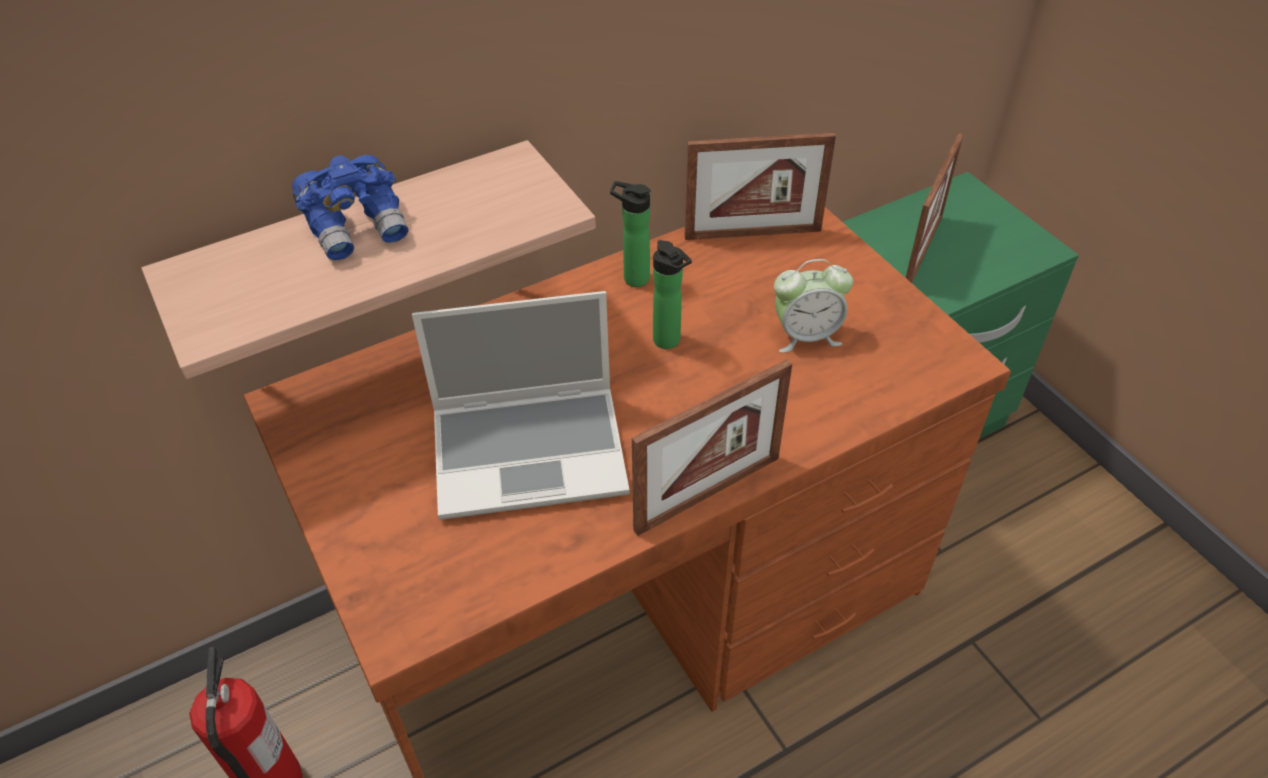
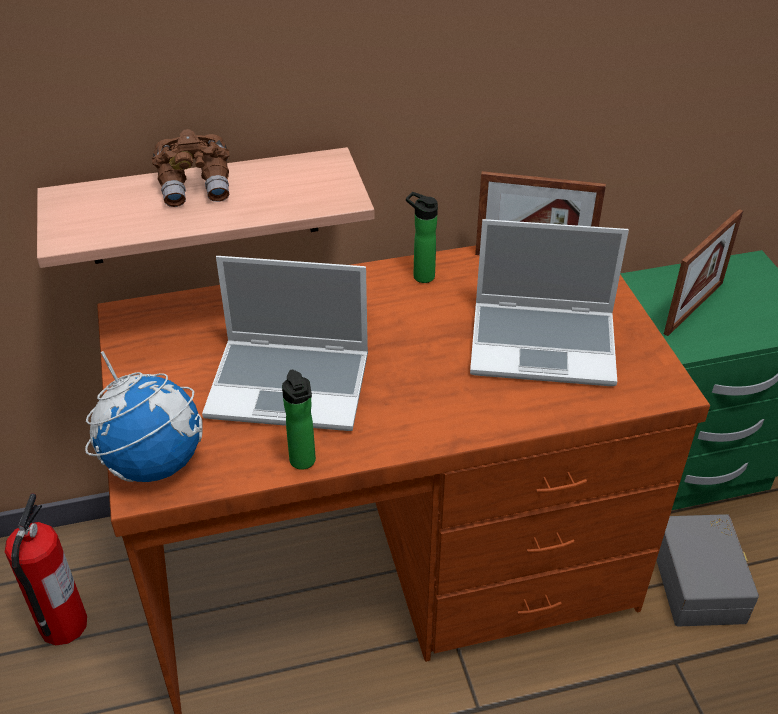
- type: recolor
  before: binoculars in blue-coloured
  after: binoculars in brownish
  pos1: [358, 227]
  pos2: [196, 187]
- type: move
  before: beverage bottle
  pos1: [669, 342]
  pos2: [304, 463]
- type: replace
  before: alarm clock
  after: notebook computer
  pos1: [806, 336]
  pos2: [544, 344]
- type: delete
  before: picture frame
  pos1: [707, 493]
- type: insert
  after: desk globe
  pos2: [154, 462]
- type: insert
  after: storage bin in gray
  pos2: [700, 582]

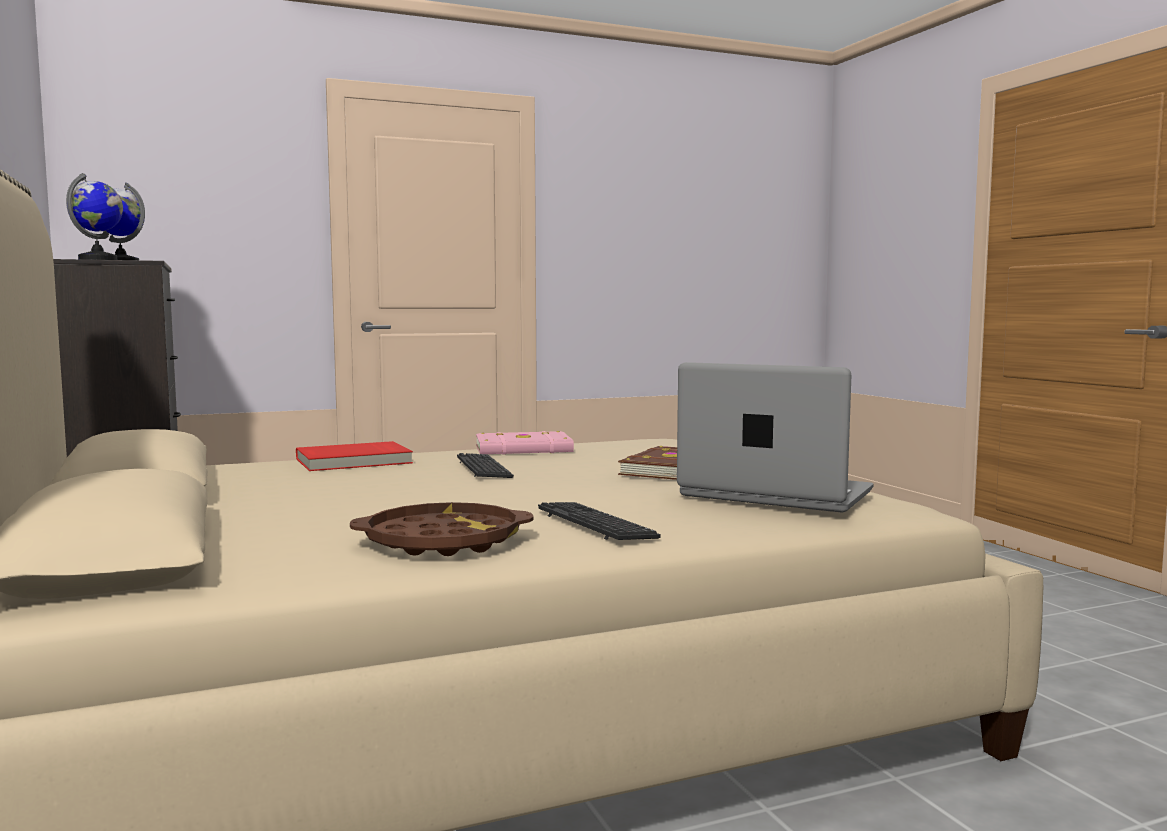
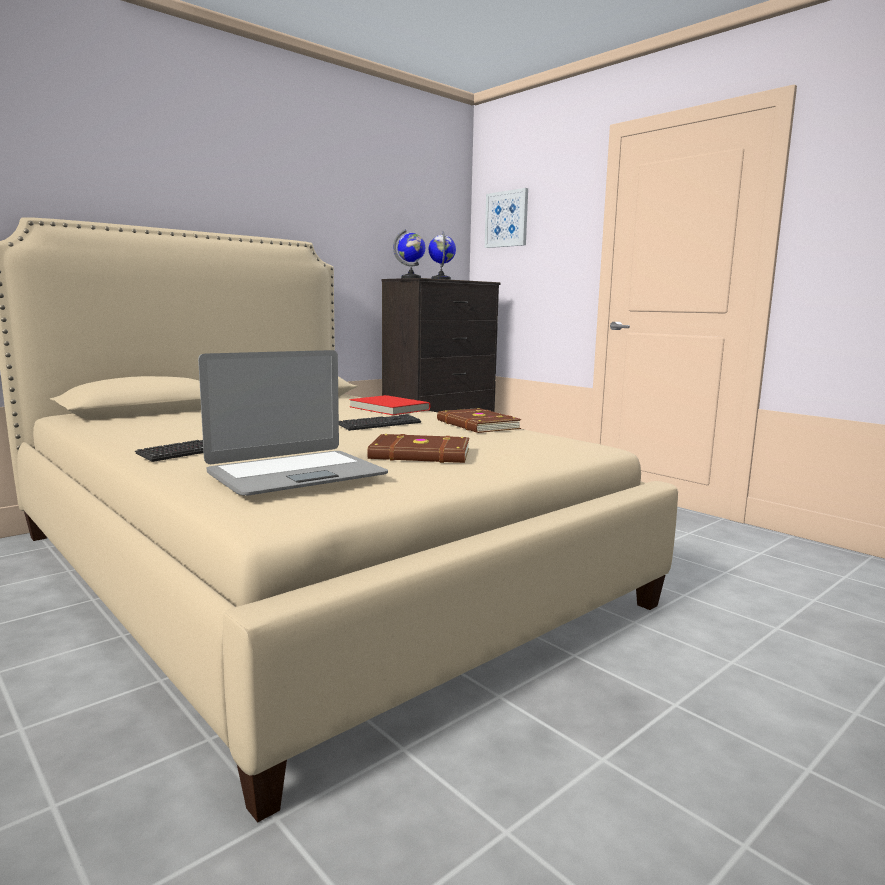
- type: rotate
  before: notebook computer
  pos1: [775, 494]
  pos2: [295, 474]
  turn: 45
- type: recolor
  before: volume in pink
  after: volume in brownish
  pos1: [524, 449]
  pos2: [476, 425]
- type: delete
  before: serving tray in brownish
  pos1: [443, 541]
- type: insert
  after: picture
  pos2: [507, 219]

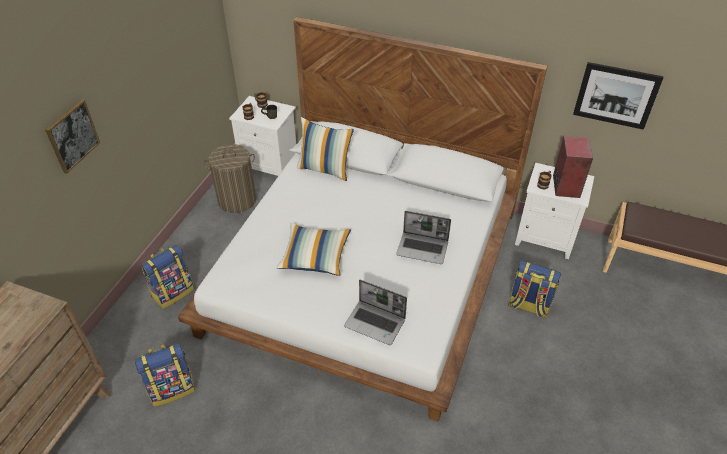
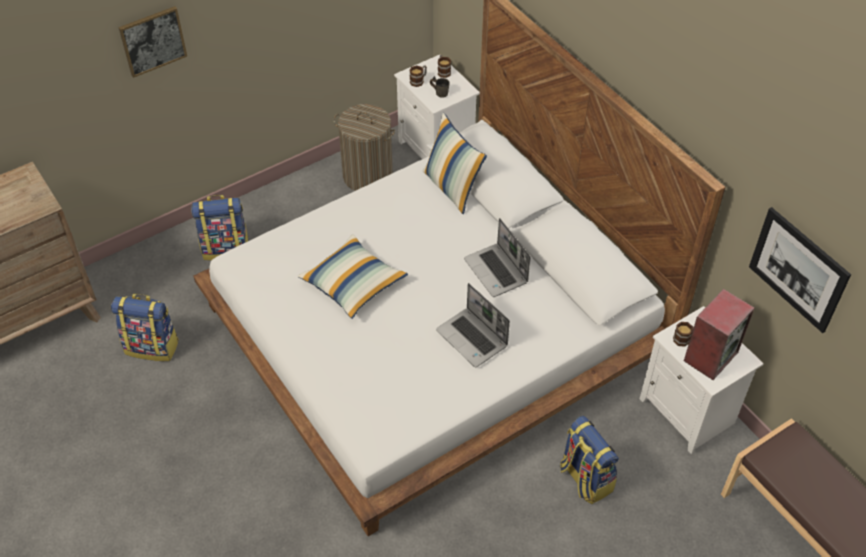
- type: move
  before: notebook computer
  pos1: [375, 323]
  pos2: [497, 271]

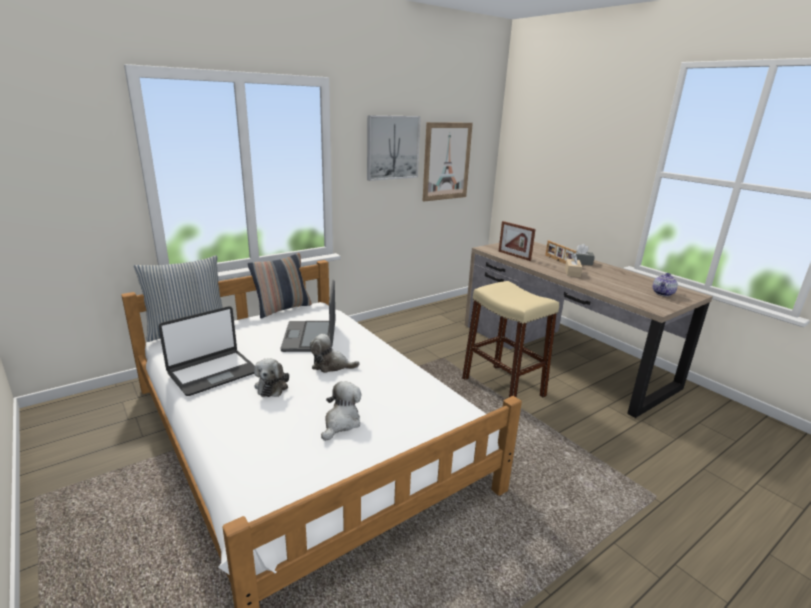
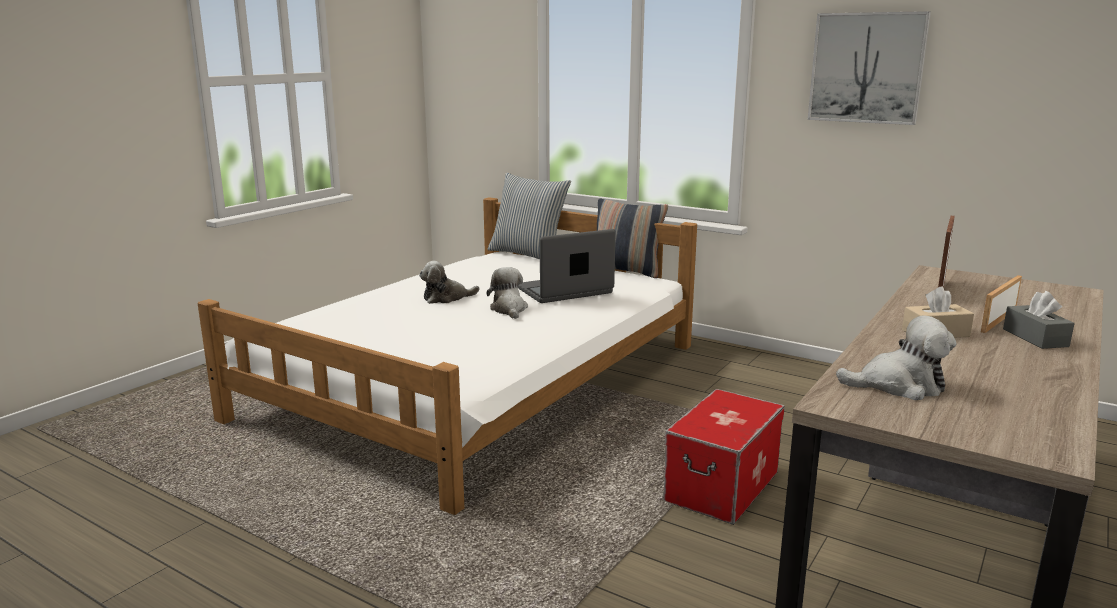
- type: delete
  before: picture
  pos1: [446, 161]
- type: delete
  before: pot for tea
  pos1: [663, 294]
- type: replace
  before: stool in beige-coloured
  after: storage bin
  pos1: [503, 387]
  pos2: [721, 486]
- type: delete
  before: notebook computer
  pos1: [212, 372]
- type: move
  before: cuddly toy
  pos1: [341, 423]
  pos2: [899, 386]

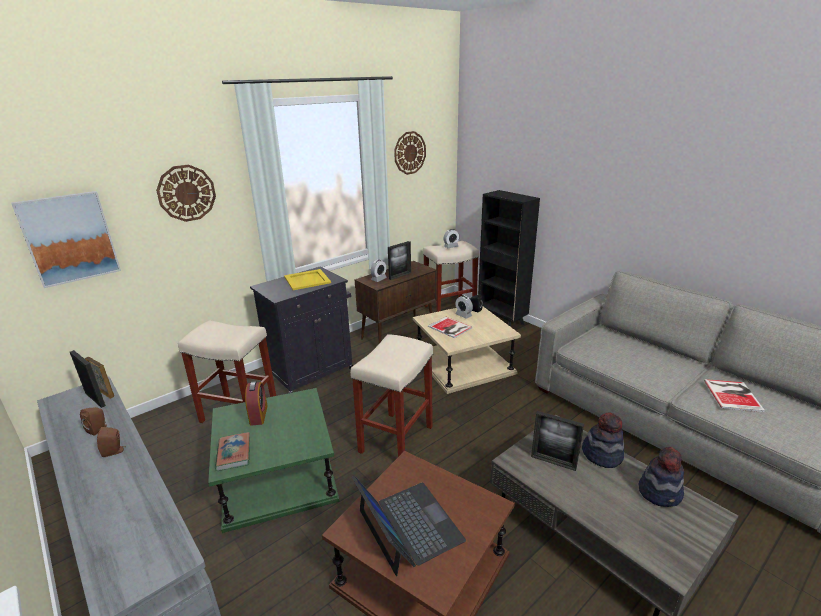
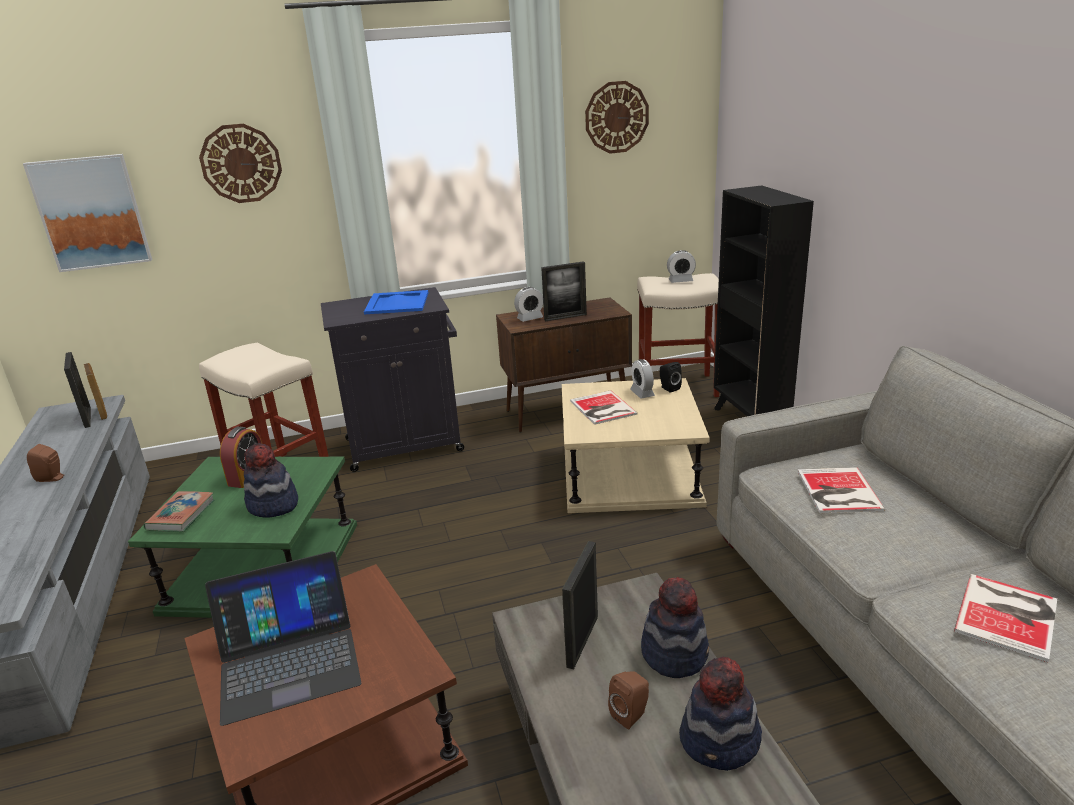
- type: recolor
  before: serving tray in yellow-coloured
  after: serving tray in blue-coloured
  pos1: [307, 279]
  pos2: [398, 303]
- type: delete
  before: stool in beige-coloured
  pos1: [396, 440]
- type: move
  before: speaker in brownish
  pos1: [98, 429]
  pos2: [631, 714]
- type: rotate
  before: picture frame
  pos1: [553, 462]
  pos2: [582, 641]
  turn: 60
- type: rotate
  before: notebook computer
  pos1: [408, 526]
  pos2: [289, 661]
  turn: 75
- type: insert
  after: wearable hat
  pos2: [273, 505]
- type: insert
  after: volume
  pos2: [837, 492]

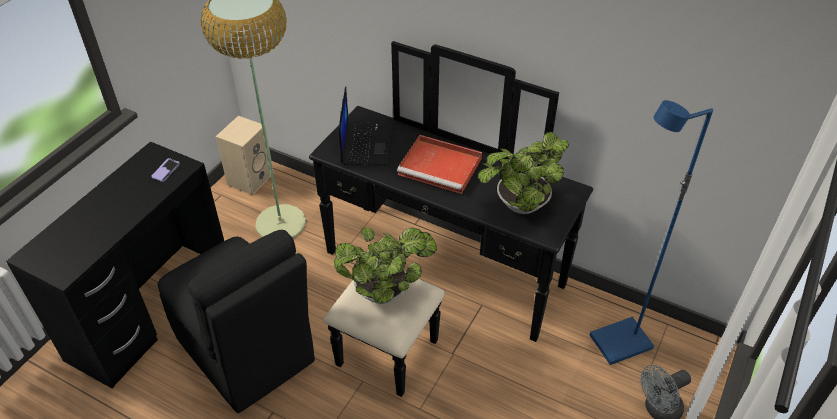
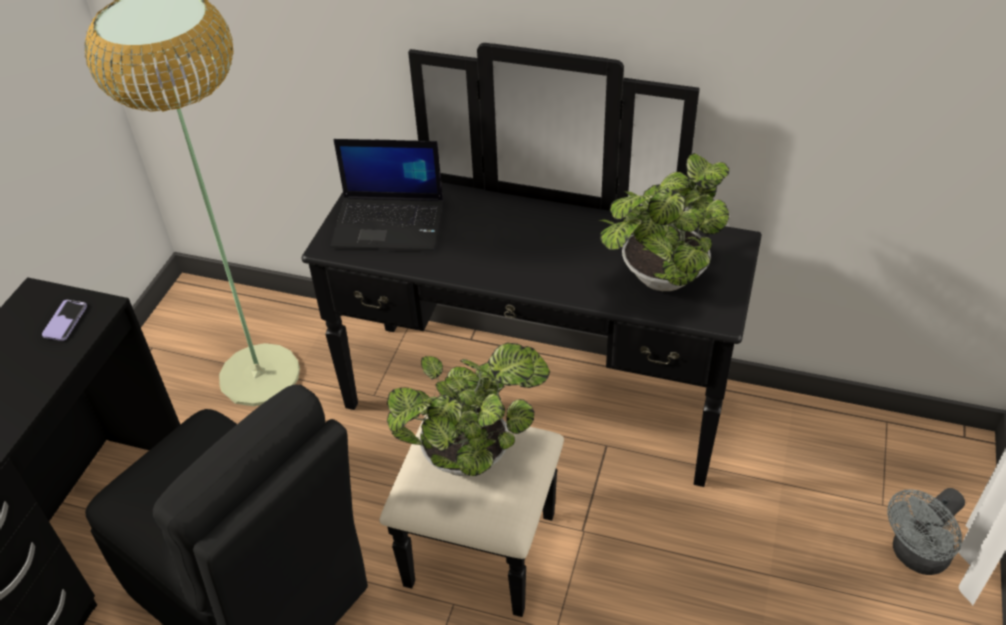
- type: rotate
  before: notebook computer
  pos1: [366, 144]
  pos2: [390, 223]
  turn: 105
- type: delete
  before: floor lamp in blue-coloured
  pos1: [620, 344]
- type: delete
  before: speaker in beige-coloured
  pos1: [250, 178]
- type: delete
  before: serving tray in red
  pos1: [441, 167]

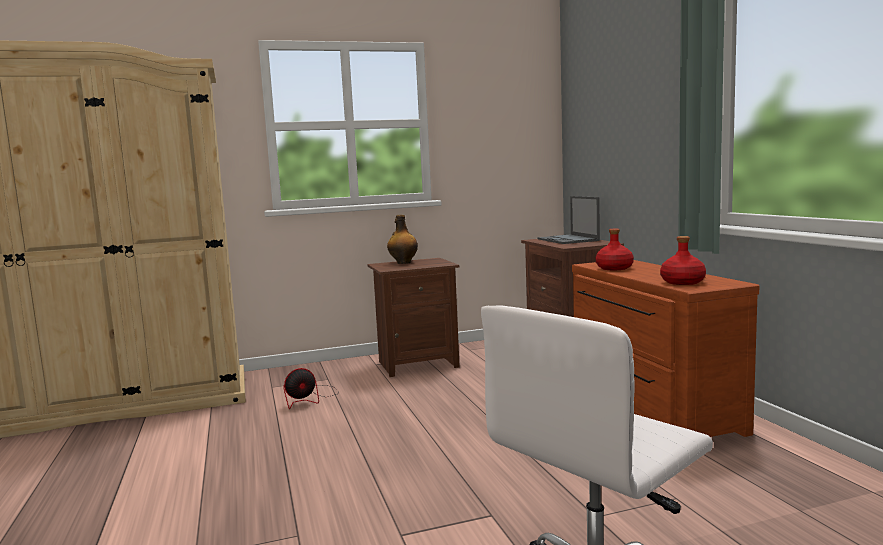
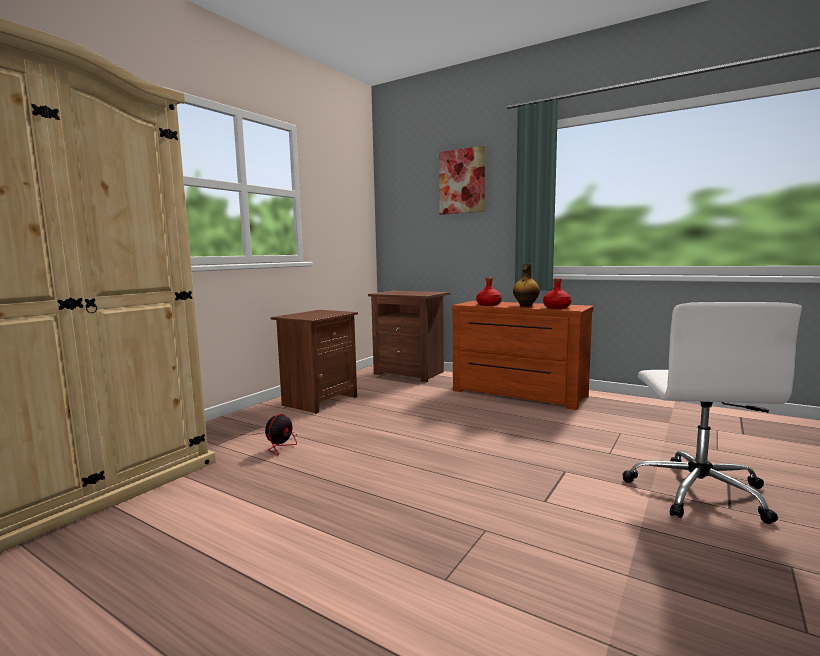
- type: delete
  before: notebook computer
  pos1: [568, 240]
- type: move
  before: beverage bottle
  pos1: [403, 262]
  pos2: [525, 306]
- type: insert
  after: picture
  pos2: [462, 181]

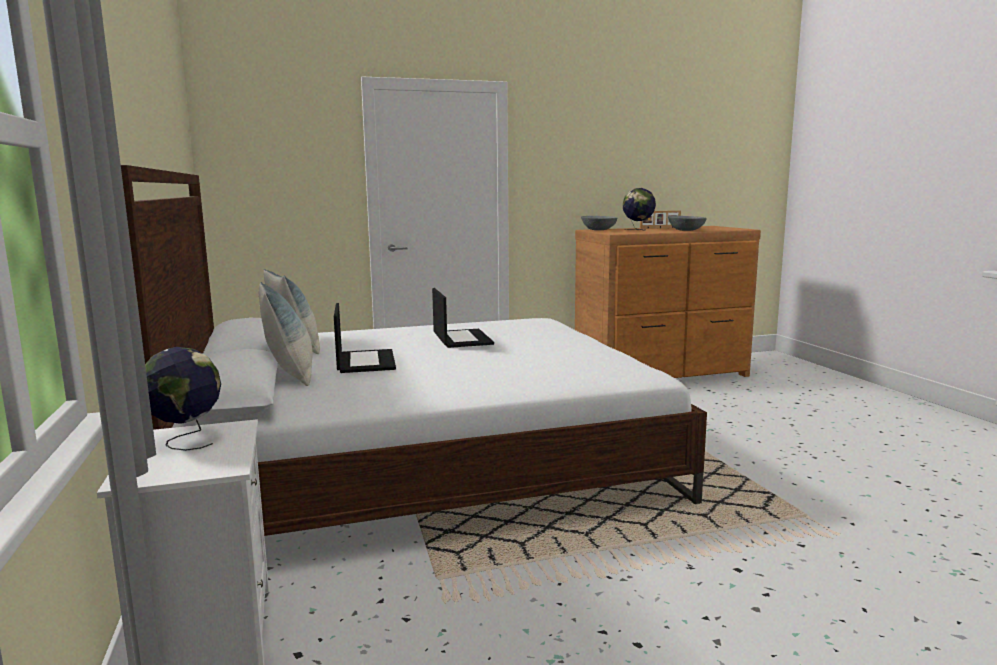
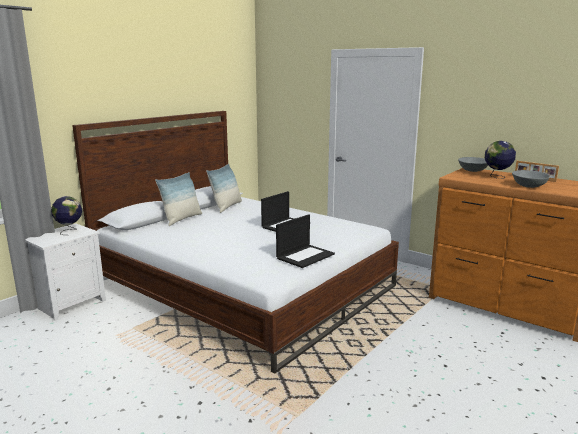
- type: move
  before: notebook computer
  pos1: [365, 361]
  pos2: [305, 256]

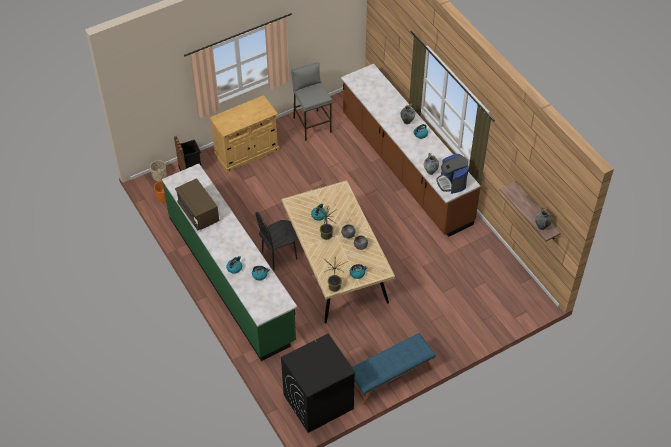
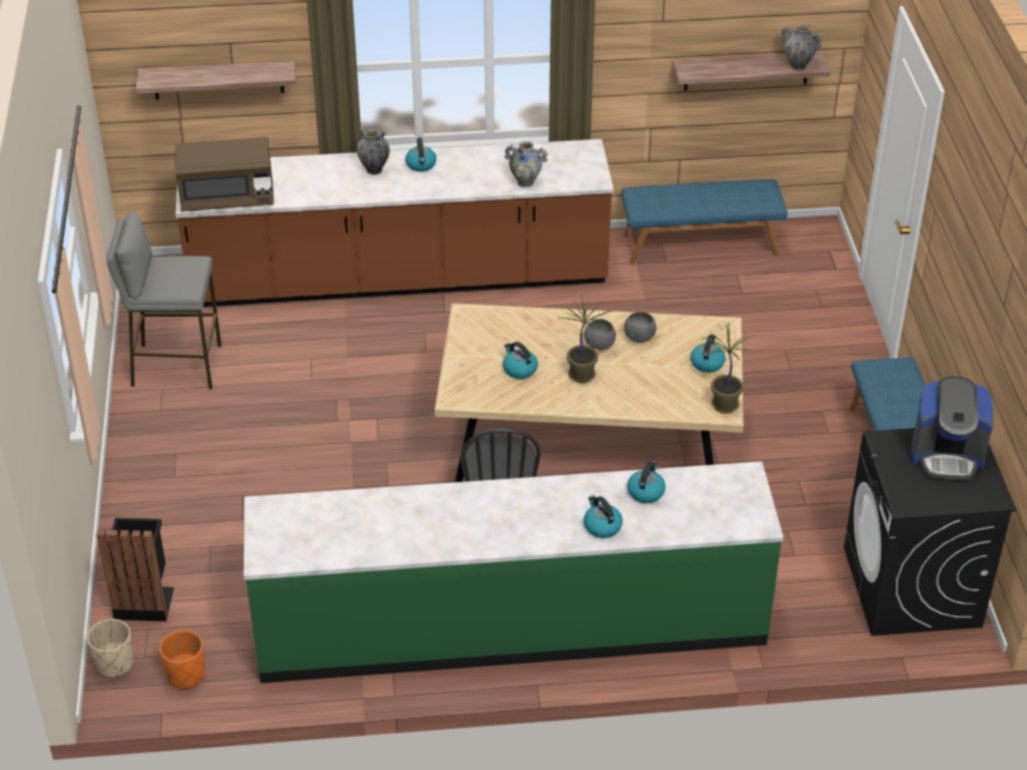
- type: delete
  before: cabinet in beige-coloured
  pos1: [246, 152]
- type: move
  before: coffee brewer
  pos1: [451, 182]
  pos2: [947, 455]
- type: move
  before: microwave in brownish
  pos1: [198, 212]
  pos2: [227, 197]
- type: insert
  after: shelf
  pos2: [218, 80]
- type: insert
  after: bench in blue-coloured
  pos2: [700, 244]

